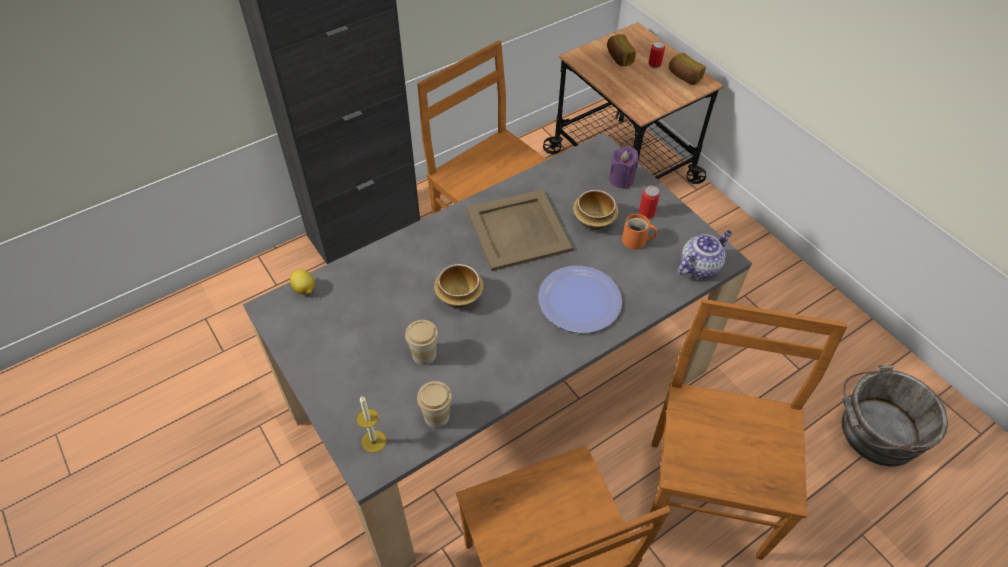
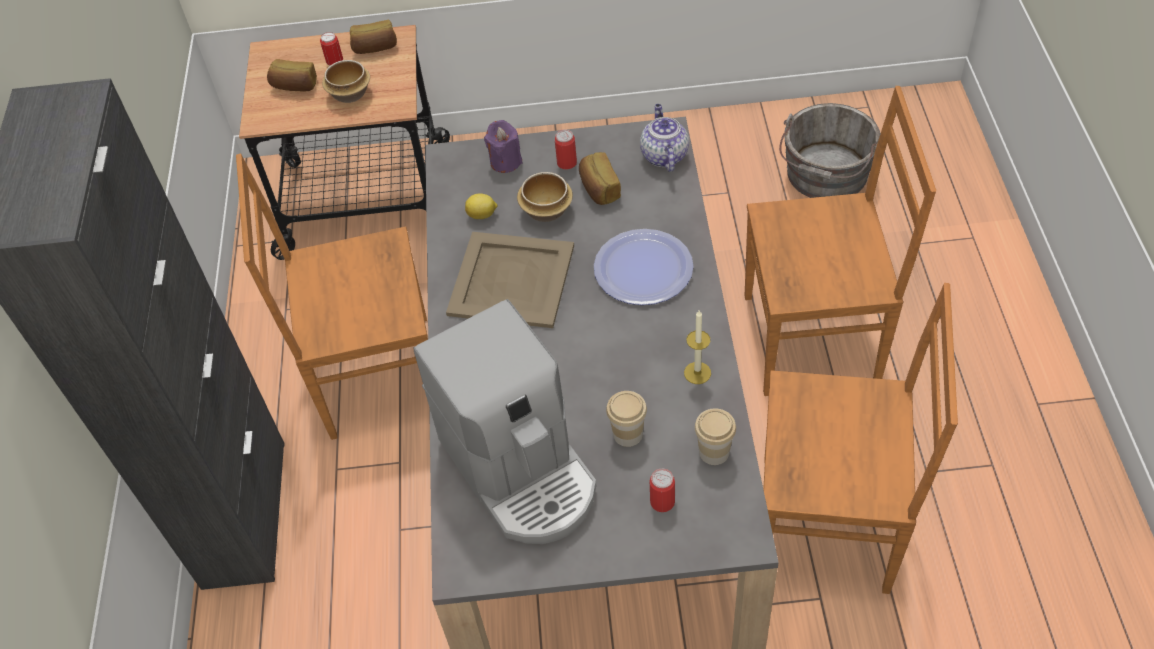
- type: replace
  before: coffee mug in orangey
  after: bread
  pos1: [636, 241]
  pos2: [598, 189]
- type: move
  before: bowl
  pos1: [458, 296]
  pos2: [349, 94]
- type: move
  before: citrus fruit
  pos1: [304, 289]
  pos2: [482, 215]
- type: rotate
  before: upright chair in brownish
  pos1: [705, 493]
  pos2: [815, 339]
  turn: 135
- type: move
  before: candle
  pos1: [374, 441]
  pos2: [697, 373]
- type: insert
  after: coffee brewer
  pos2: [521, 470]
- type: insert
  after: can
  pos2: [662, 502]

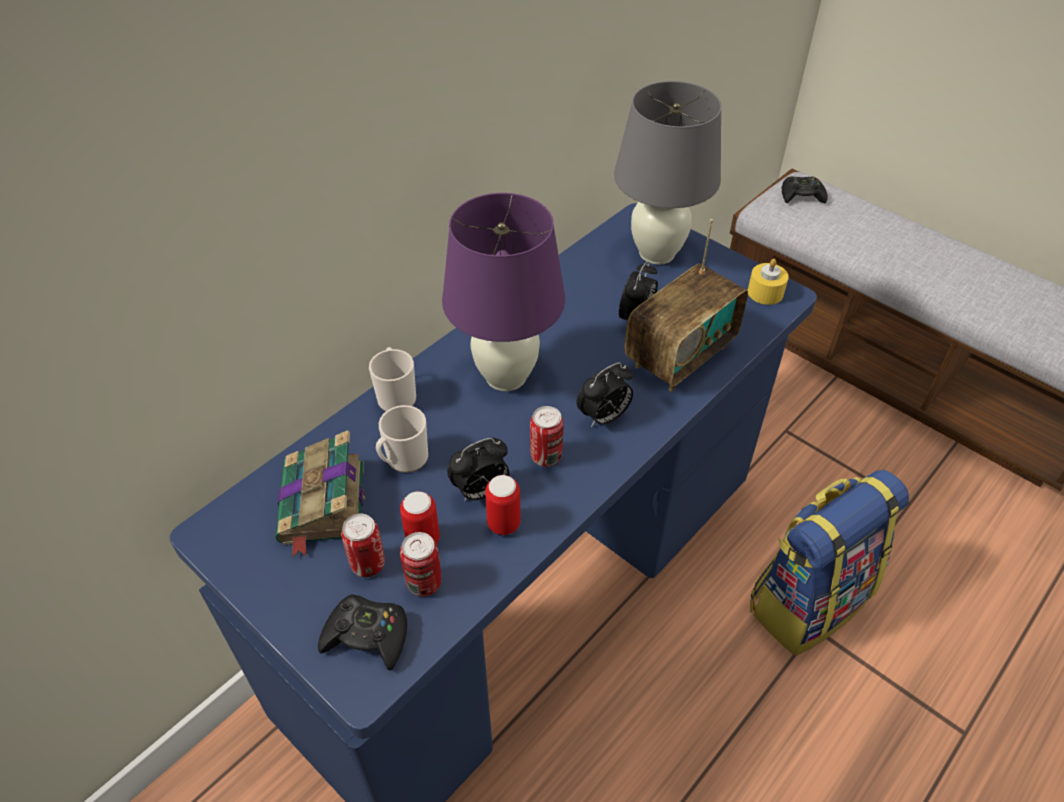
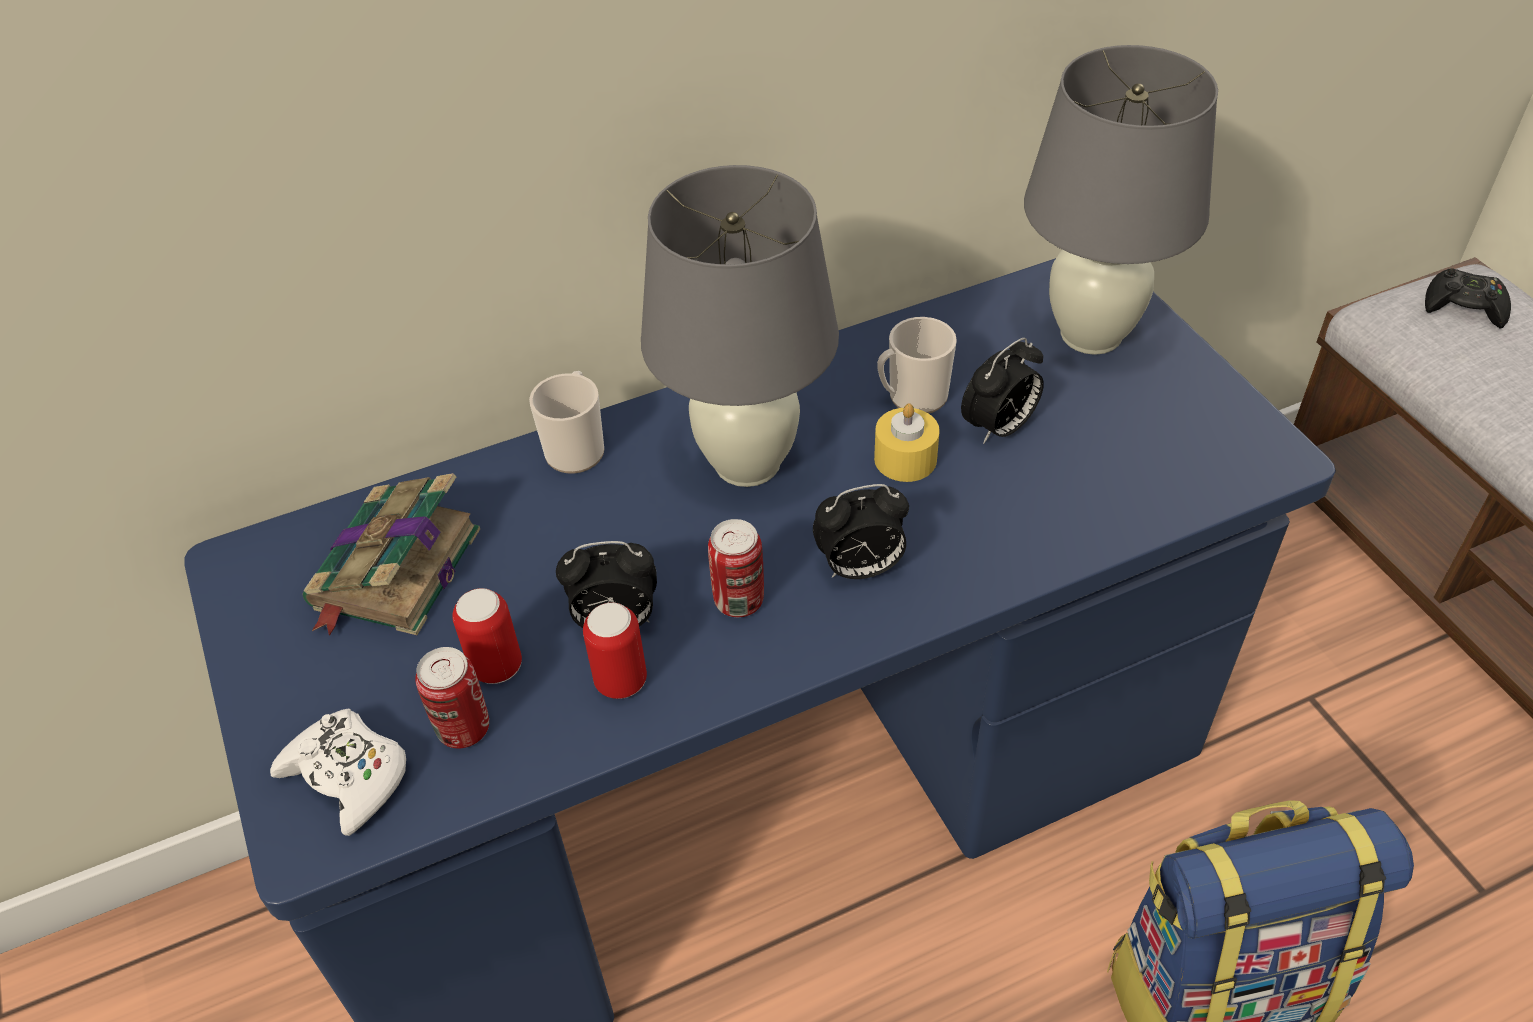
- type: recolor
  before: lamp for a table in purplish
  after: lamp for a table in gray
  pos1: [506, 376]
  pos2: [748, 463]
- type: delete
  before: radio
  pos1: [679, 355]
- type: move
  before: candle in yellow-coloured
  pos1: [765, 292]
  pos2: [905, 459]
- type: move
  before: coffee mug
  pos1: [403, 460]
  pos2: [912, 397]
- type: delete
  before: can
  pos1: [368, 564]
- type: recolor
  before: gamepad in black
  after: gamepad in white
  pos1: [367, 636]
  pos2: [348, 776]

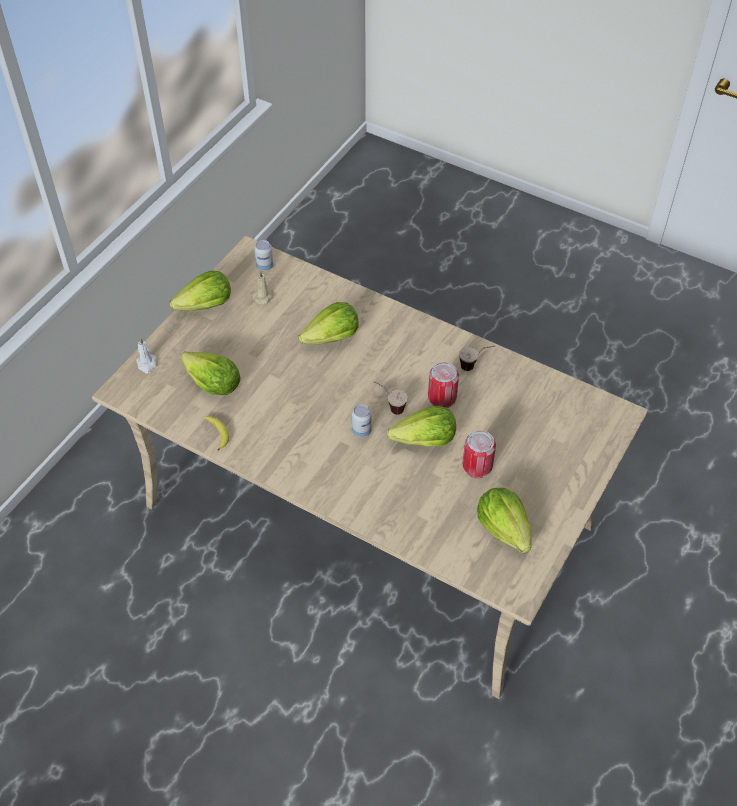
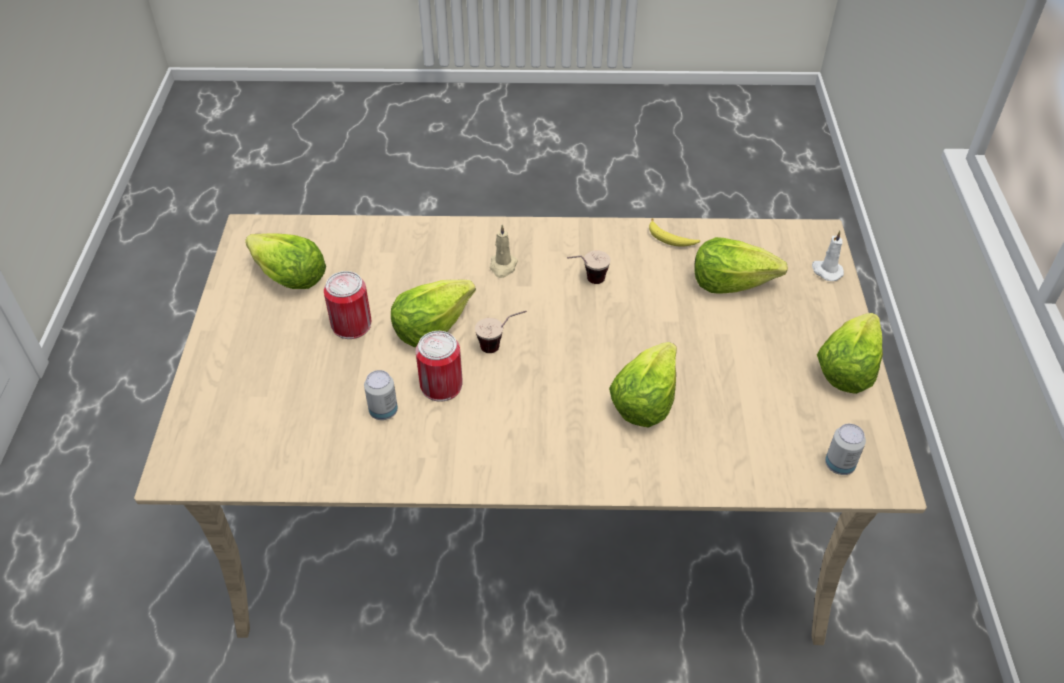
- type: move
  before: candle in beige-coloured
  pos1: [264, 296]
  pos2: [503, 266]
- type: move
  before: small cup
  pos1: [475, 366]
  pos2: [586, 282]
- type: move
  before: can
  pos1: [361, 431]
  pos2: [383, 411]

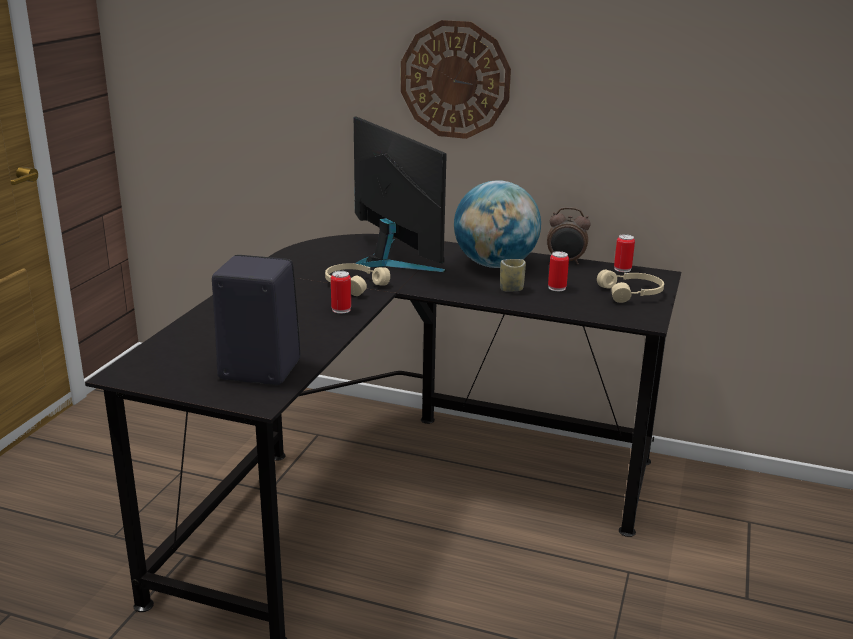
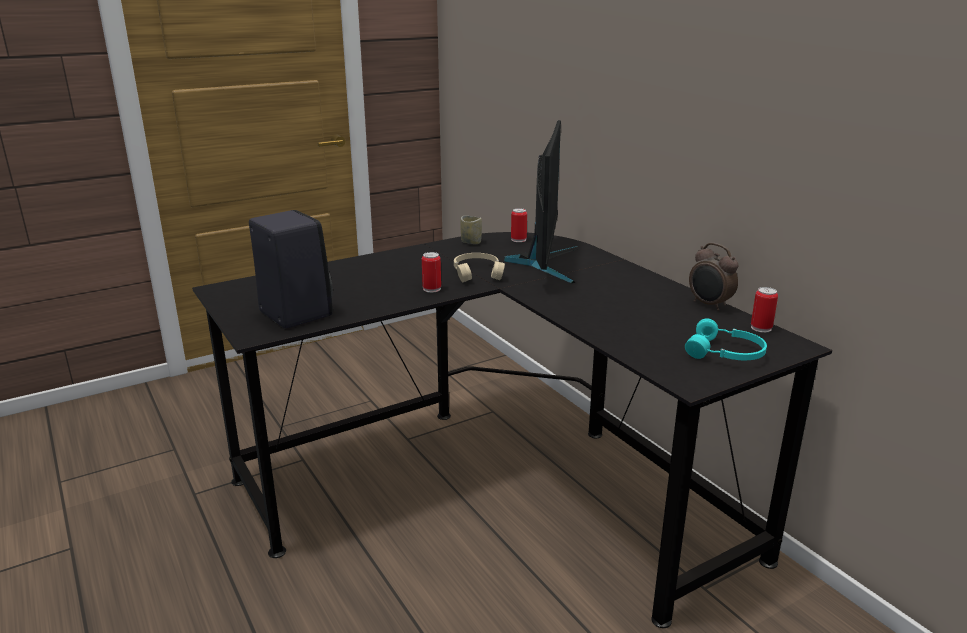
- type: delete
  before: wall clock
  pos1: [455, 80]
- type: delete
  before: desk globe
  pos1: [494, 265]
- type: move
  before: can
  pos1: [557, 288]
  pos2: [518, 240]
- type: move
  before: small cup
  pos1: [511, 289]
  pos2: [471, 242]
- type: recolor
  before: headset in beige-coloured
  after: headset in turquoise-coloured
  pos1: [632, 293]
  pos2: [725, 353]

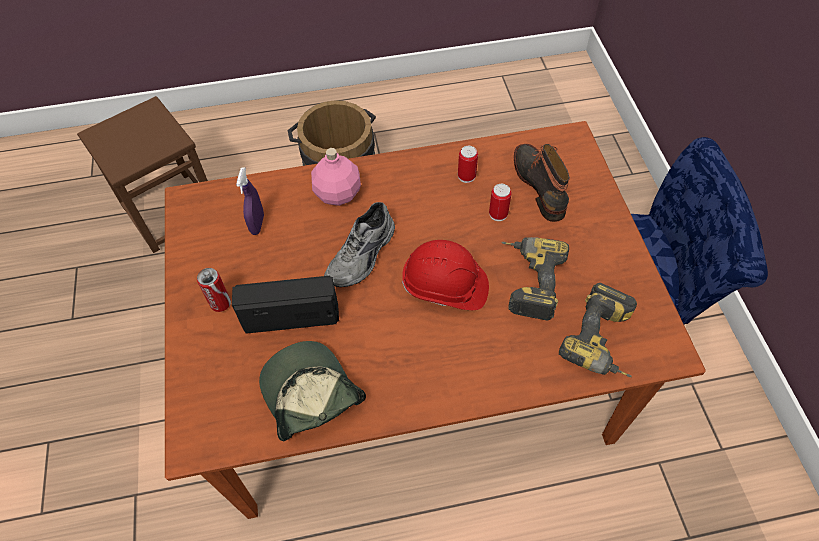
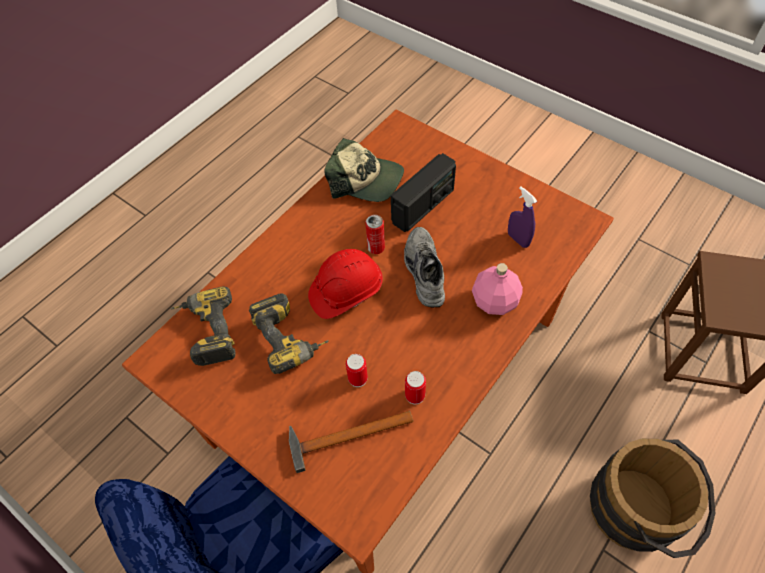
- type: replace
  before: high-top boot
  after: hand hammer
  pos1: [540, 185]
  pos2: [345, 436]
- type: move
  before: can
  pos1: [220, 303]
  pos2: [376, 248]

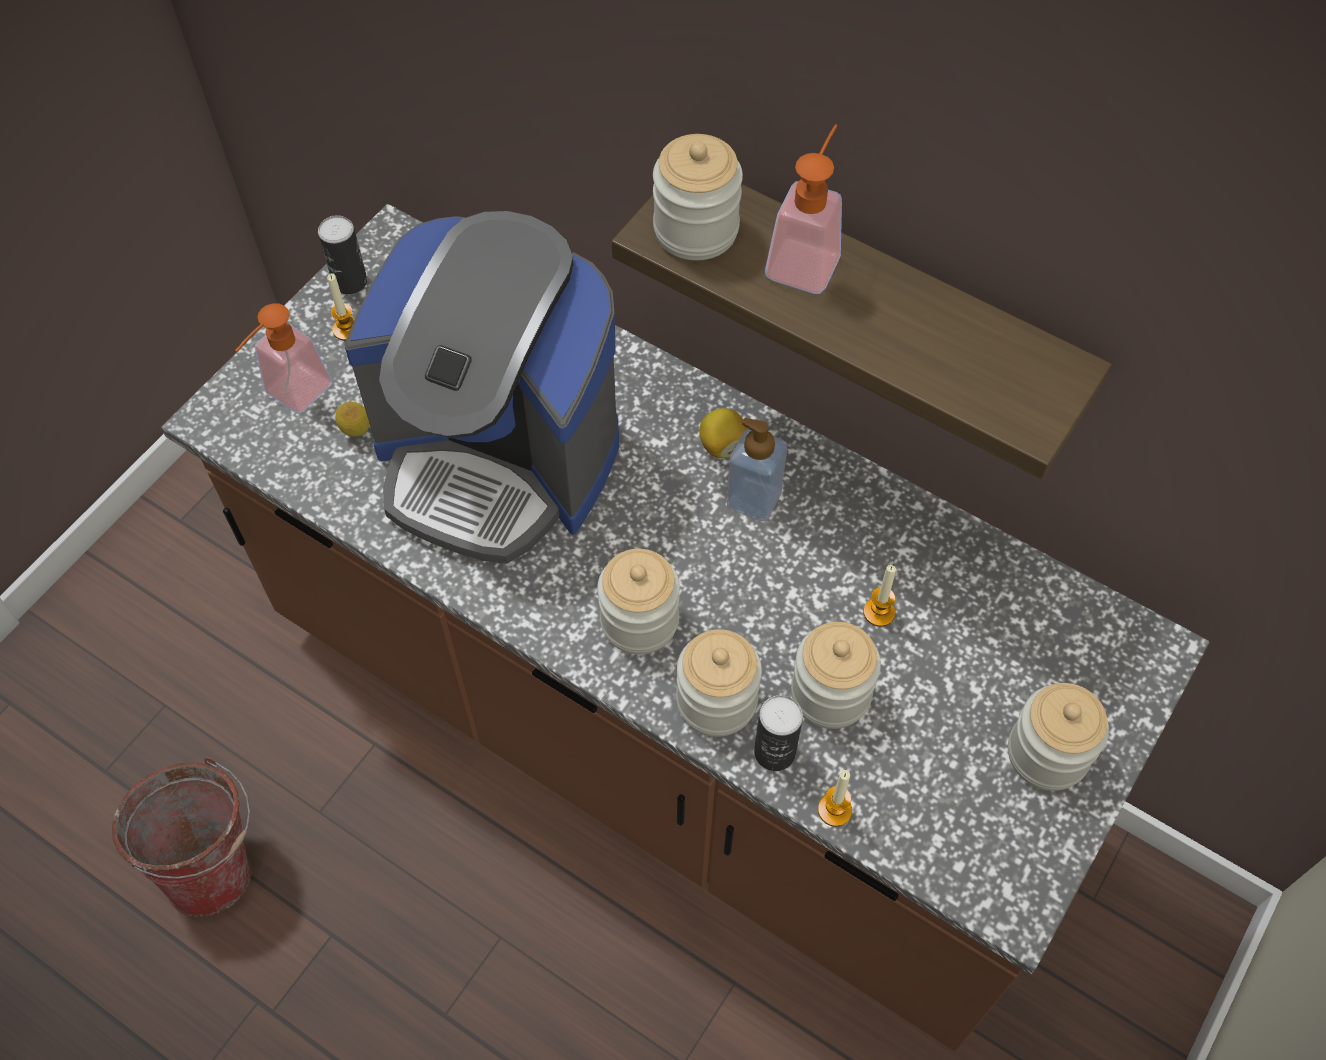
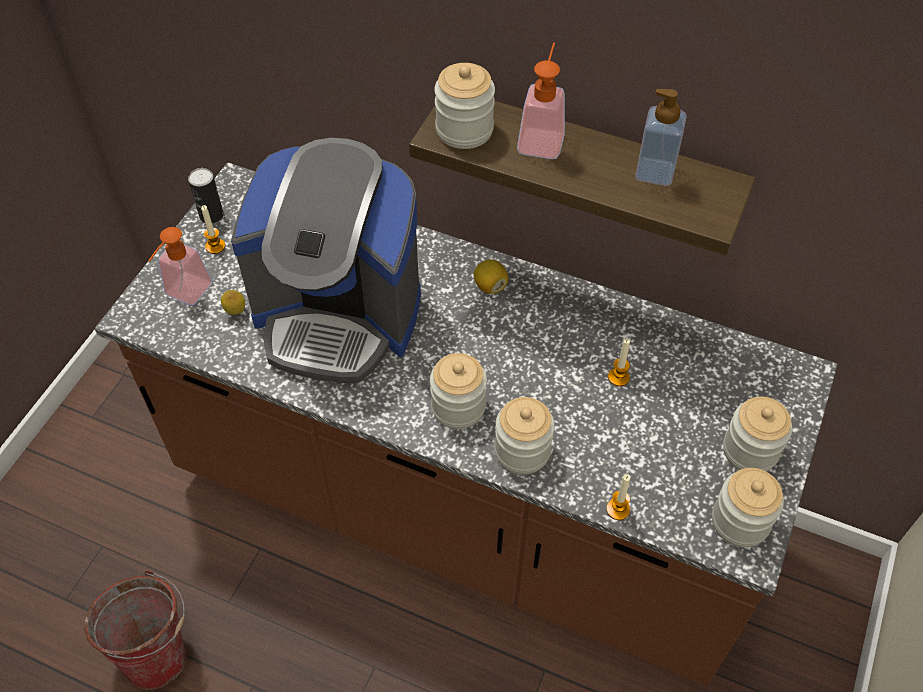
- type: move
  before: liquid soap bottle
  pos1: [754, 499]
  pos2: [655, 172]
- type: move
  before: jar
  pos1: [830, 693]
  pos2: [740, 521]
- type: delete
  before: can
  pos1: [774, 752]

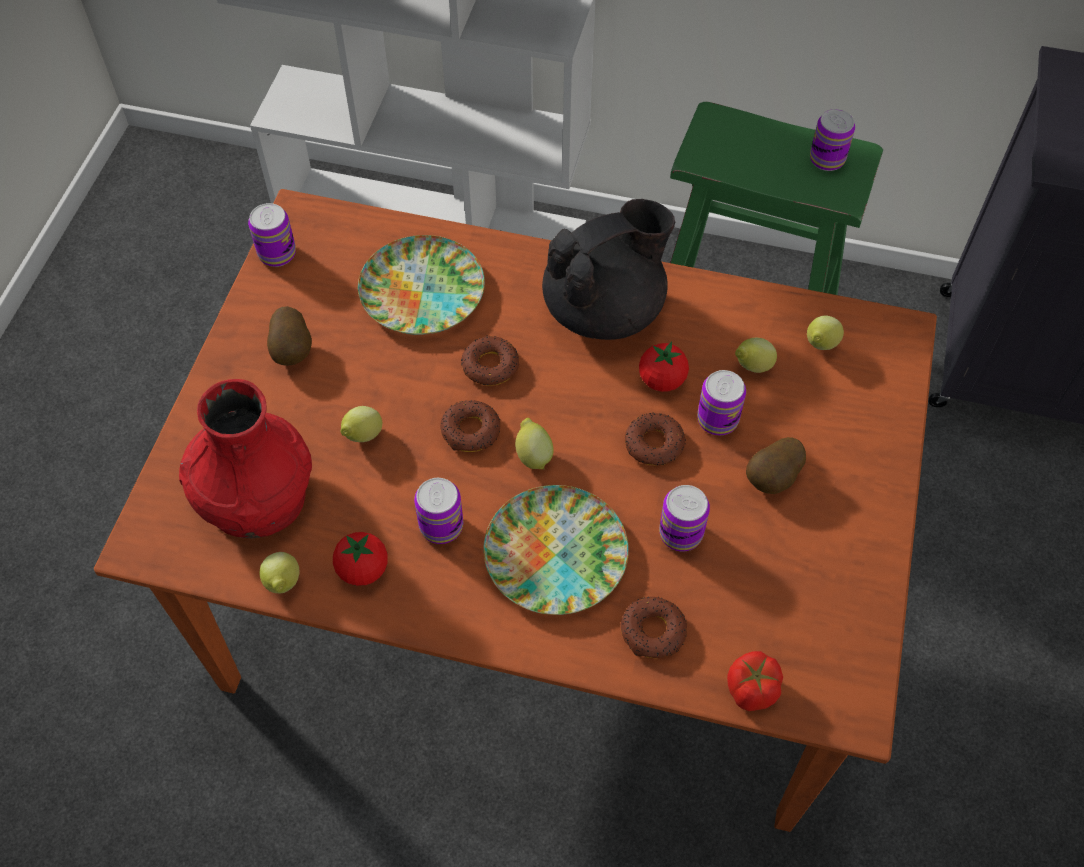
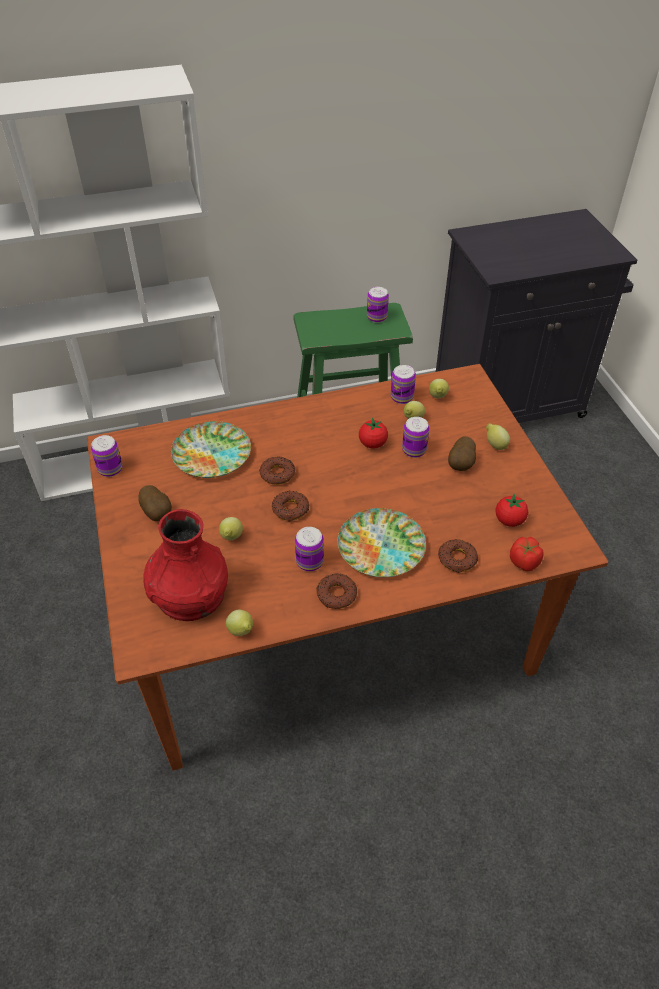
- type: delete
  before: pot for tea in black
  pos1: [605, 309]
- type: move
  before: ring doughnut
  pos1: [653, 444]
  pos2: [336, 594]
- type: move
  before: citrus fruit
  pos1: [533, 455]
  pos2: [495, 445]
- type: move
  before: can
  pos1: [680, 533]
  pos2: [401, 397]
- type: move
  before: tomato
  pos1: [363, 569]
  pos2: [509, 520]

